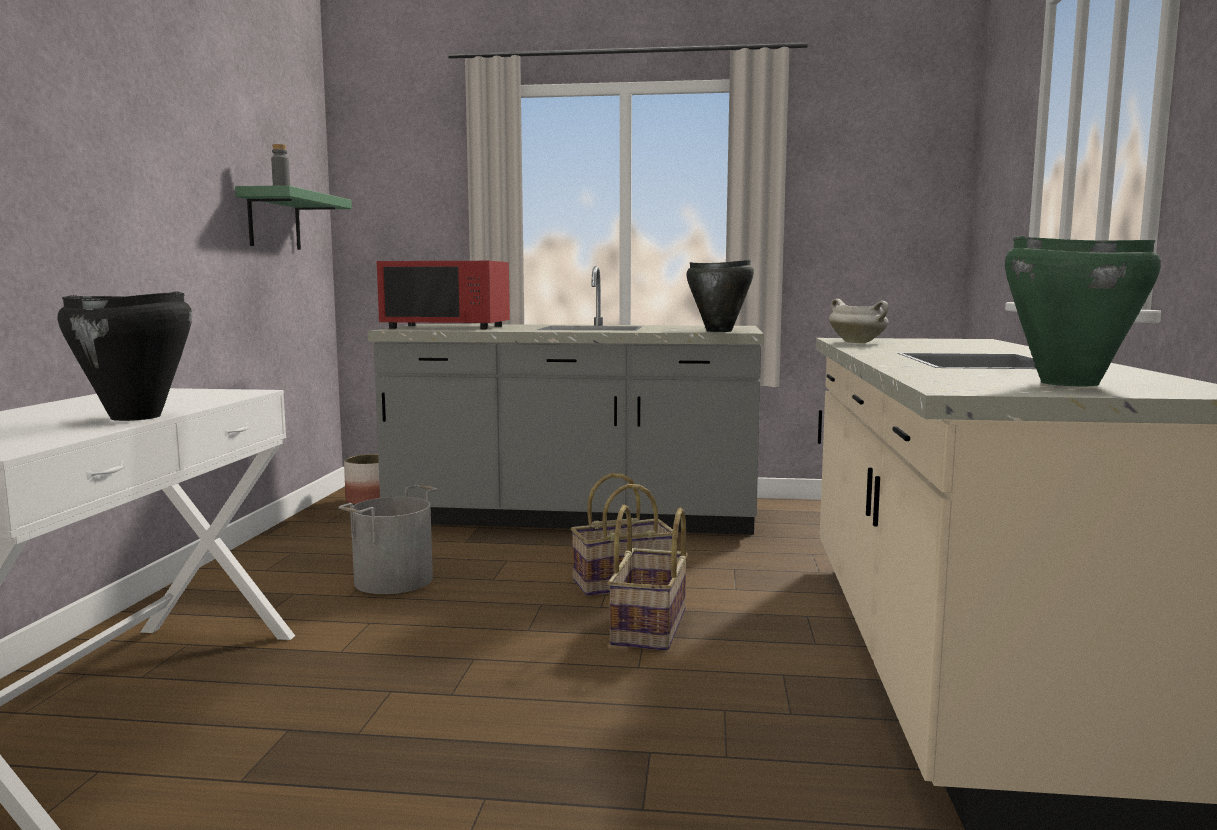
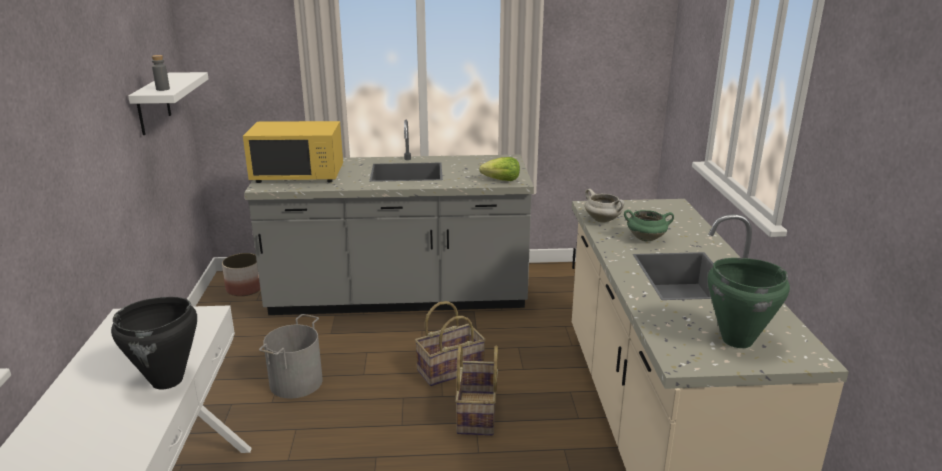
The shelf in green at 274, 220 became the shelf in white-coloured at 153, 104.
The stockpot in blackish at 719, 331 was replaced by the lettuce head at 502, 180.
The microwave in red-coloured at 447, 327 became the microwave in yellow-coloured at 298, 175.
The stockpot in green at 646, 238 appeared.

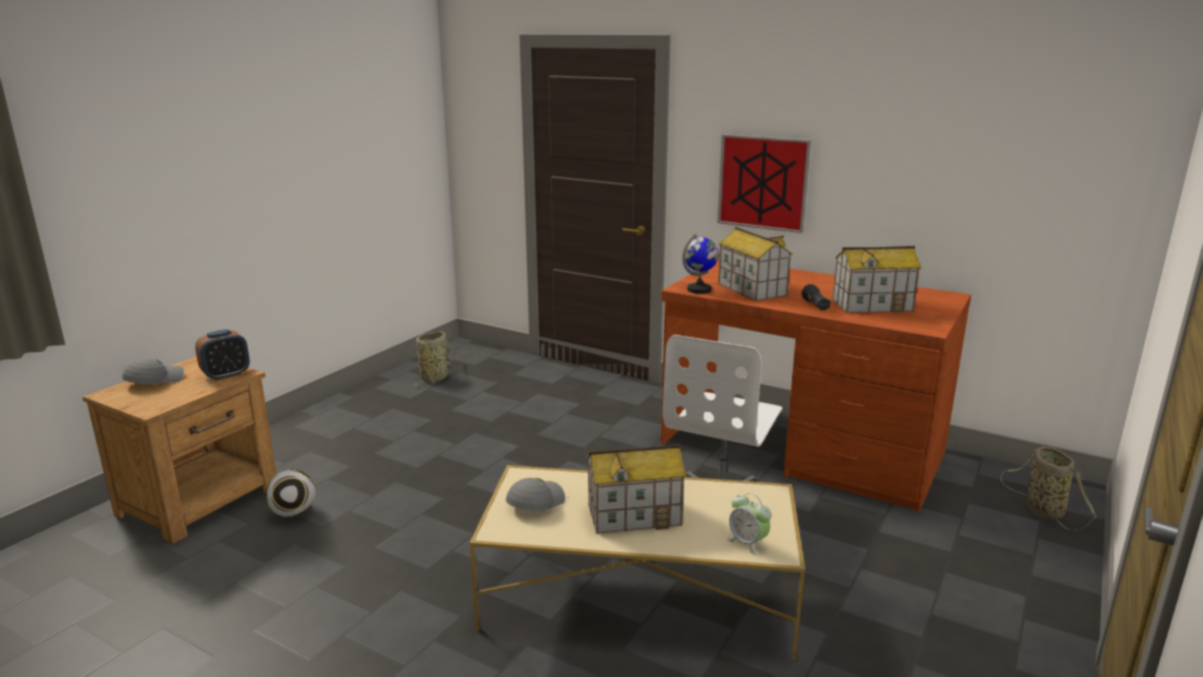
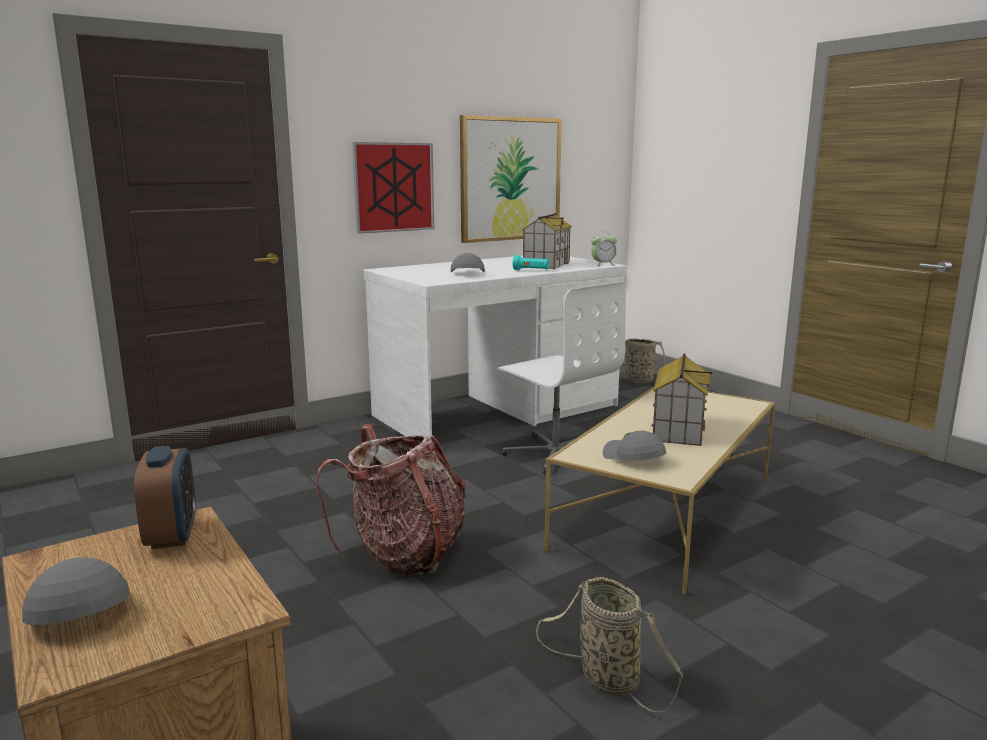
The toy house at 751, 289 was replaced by the cap in greyish at 467, 273.
The world globe at 699, 290 disappeared.
The desk unit in brown at 801, 448 became the desk unit in white-coloured at 498, 411.
The torch in blackish at 815, 306 became the torch in blue-green at 531, 270.
The household basket moved from 435, 377 to 605, 678.
The ball for football at 293, 513 disappeared.
The table clock moved from 748, 543 to 603, 265.
The wall art at 510, 179 appeared.
The rucksack at 404, 553 appeared.

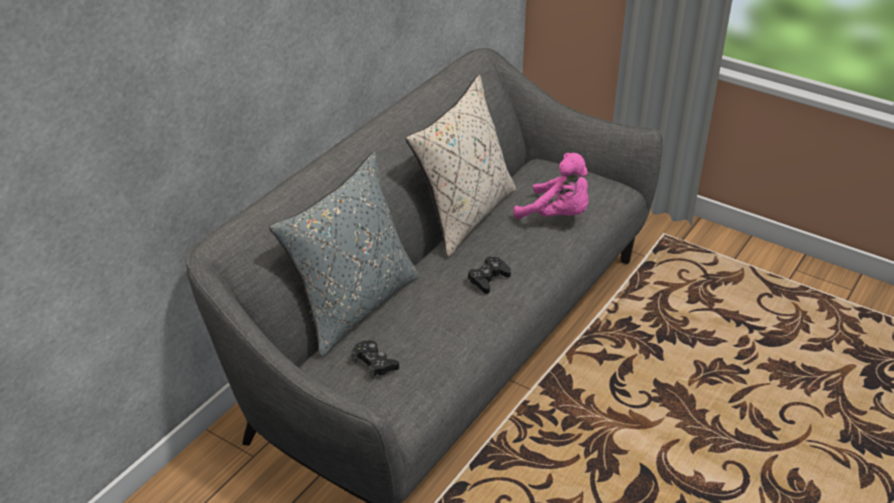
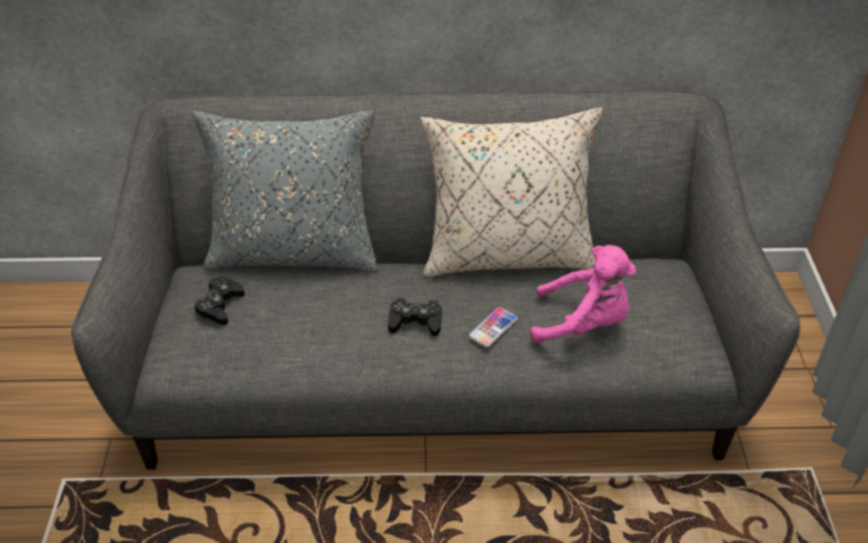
The cuddly toy in pink at 557, 216 turned 75 degrees counterclockwise.
The phone at 493, 328 appeared.

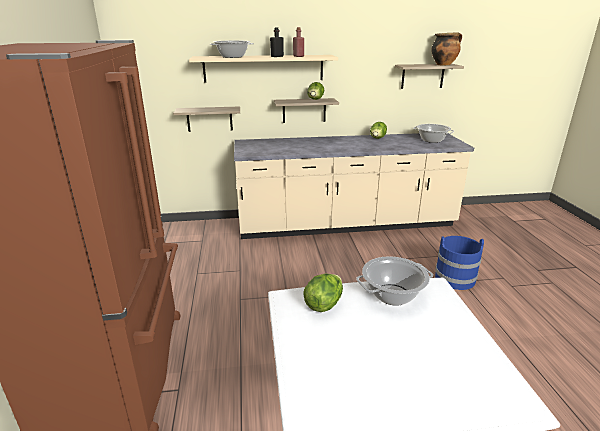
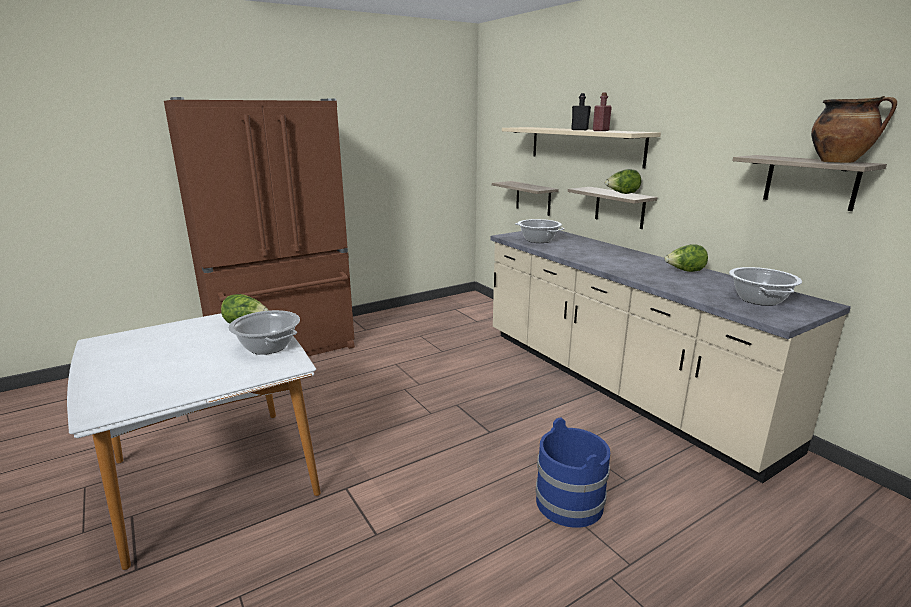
The stockpot moved from 232, 57 to 538, 240.

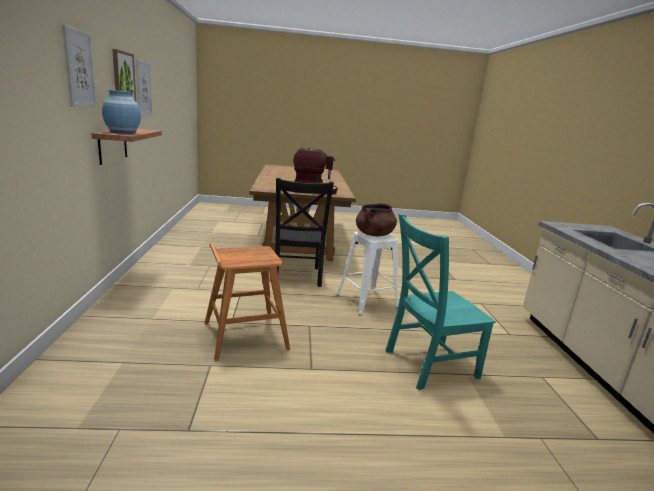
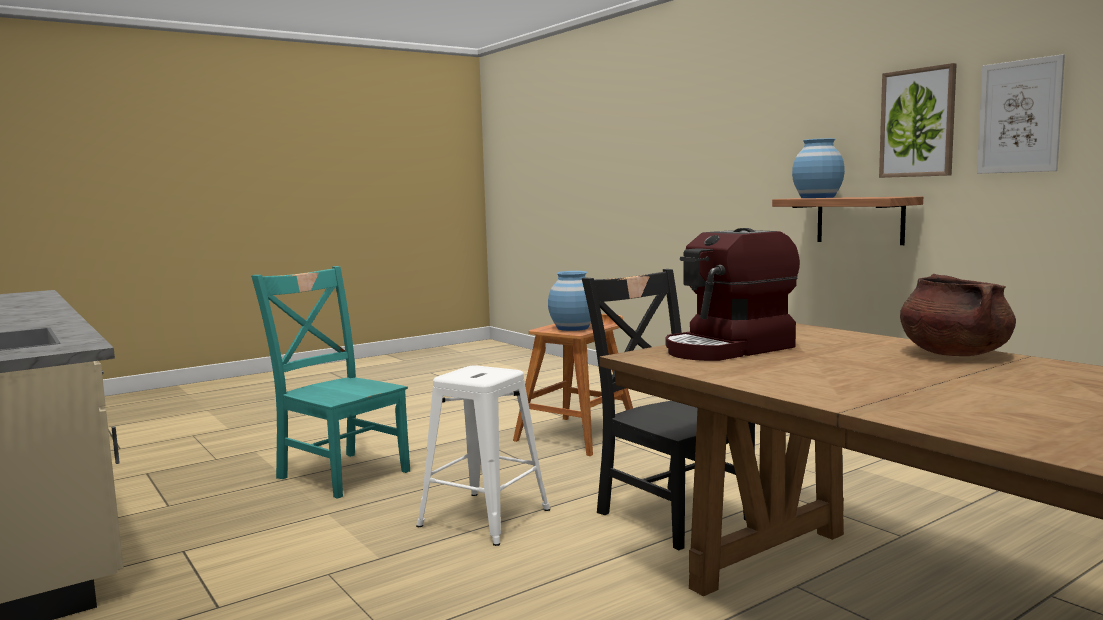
The wall art at 79, 68 disappeared.
The stockpot in brown moved from 374, 234 to 953, 354.
The chair in blue-green at 427, 364 turned 90 degrees counterclockwise.
The decorative vase in blue-coloured at 572, 328 appeared.

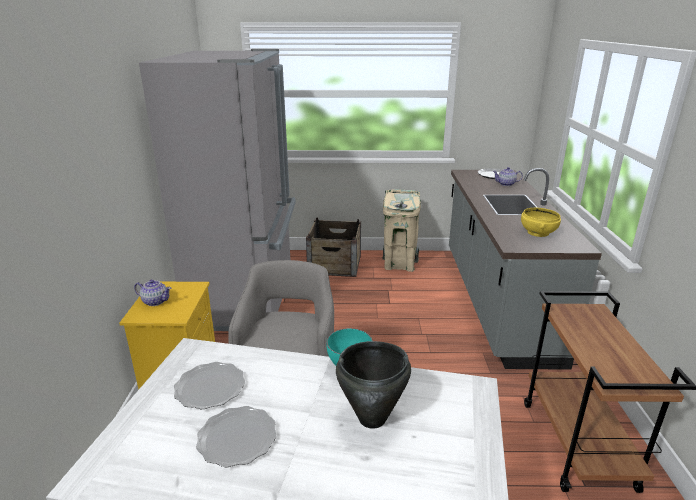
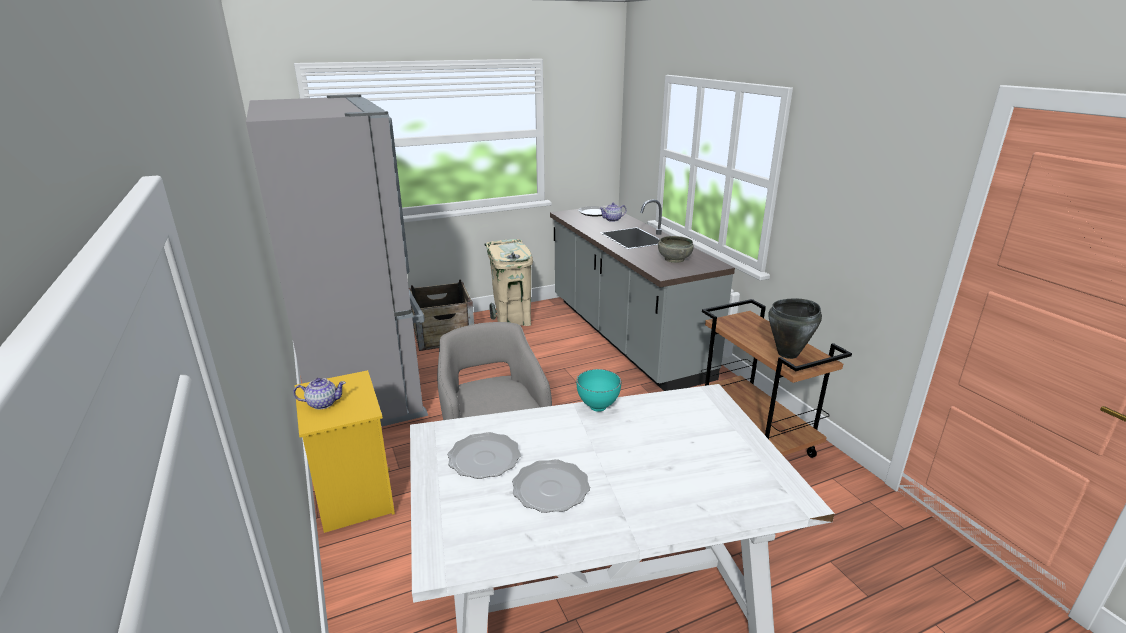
The serving bowl in yellow-coloured at 537, 232 became the serving bowl in greyish at 674, 259.
The stockpot in blackish moved from 372, 419 to 788, 354.

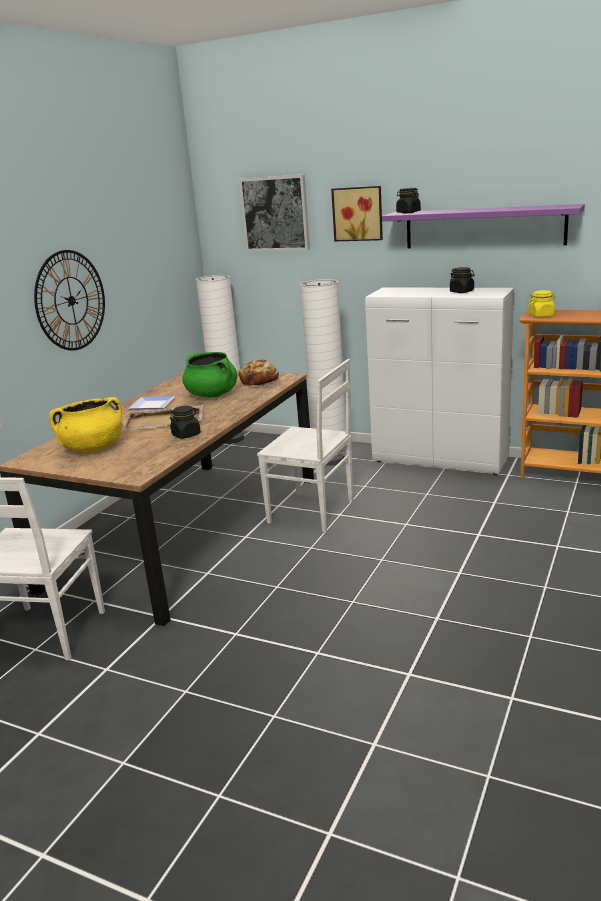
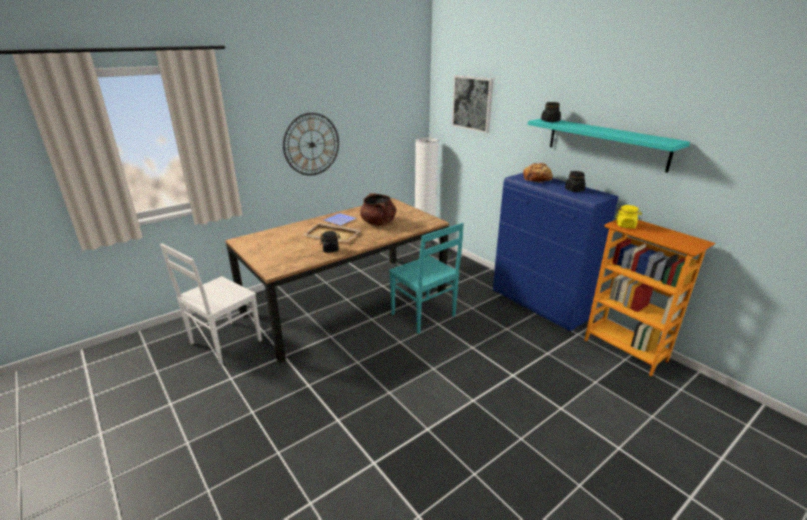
The wall art at 358, 213 disappeared.
The shelf in purple-coloured at 484, 227 became the shelf in blue-green at 606, 143.
The floor lamp in white-coloured at 330, 460 disappeared.
The storage cabinet in white-coloured at 441, 461 became the storage cabinet in blue-coloured at 539, 305.
The stockpot in green at 212, 395 became the stockpot in brown at 378, 223.
The baked bread moved from 260, 382 to 537, 179.
The chair in white-coloured at 313, 512 became the chair in blue-green at 424, 316.
The stockpot in yellow-coloured at 93, 448 disappeared.

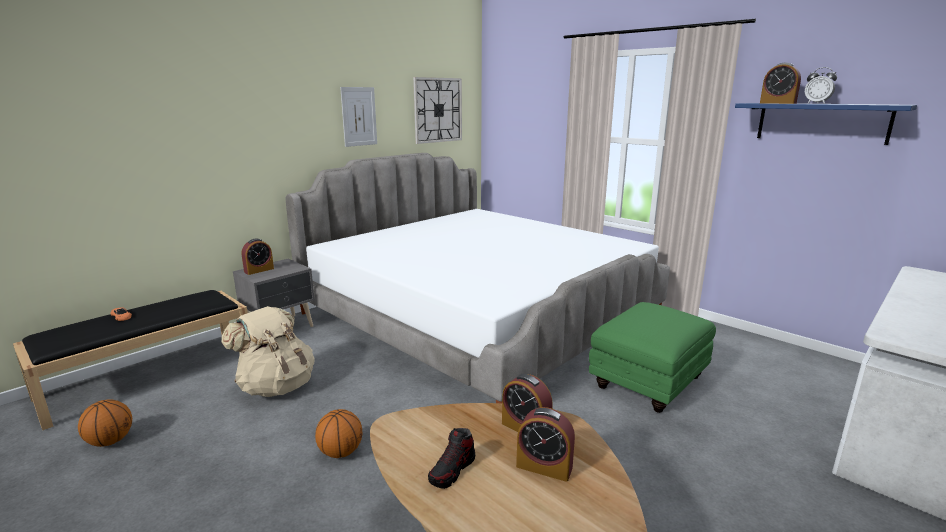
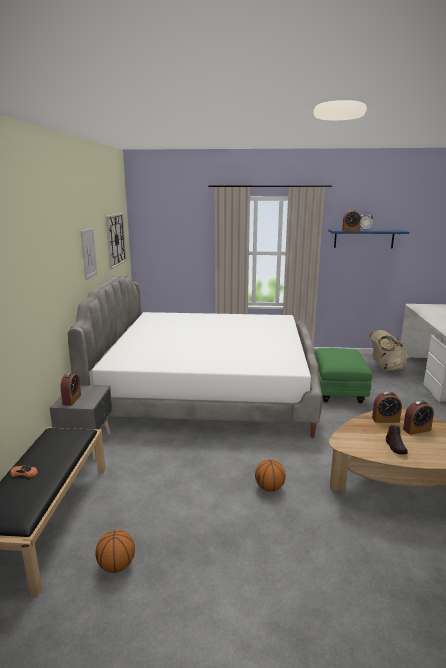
The rucksack in beige moved from 276, 386 to 385, 368.

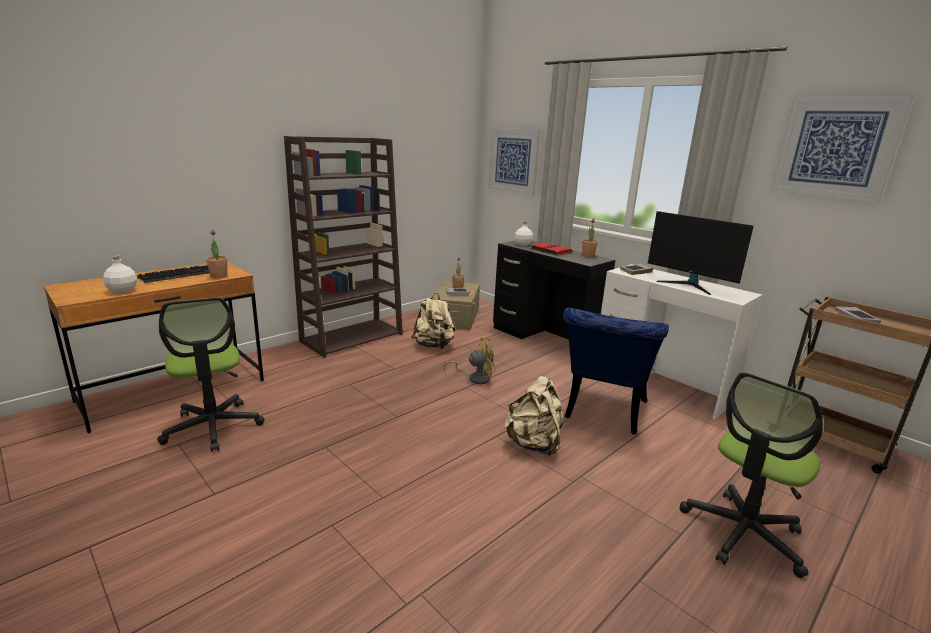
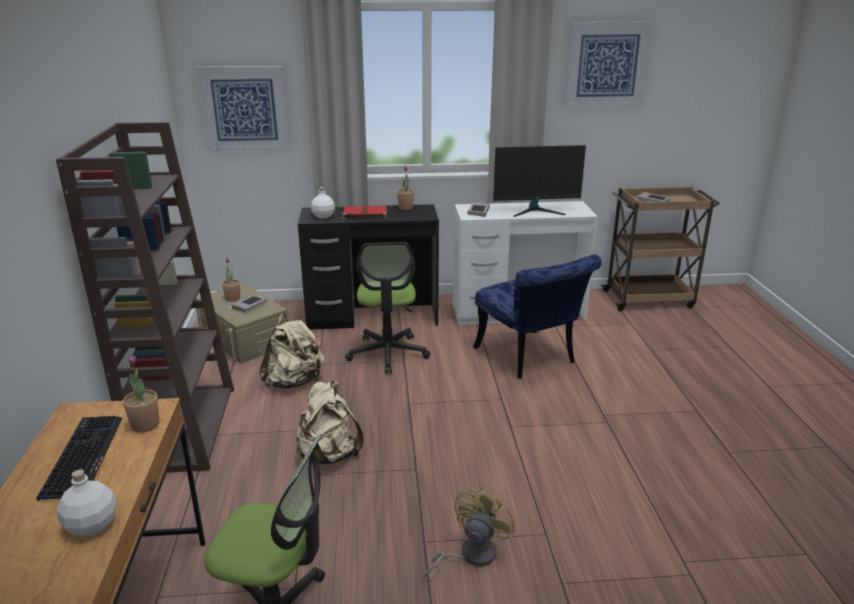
The electric fan in yellow-coloured moved from 475, 378 to 470, 555.
The computer chair moved from 743, 533 to 388, 353.
The rucksack in beige moved from 533, 444 to 328, 455.

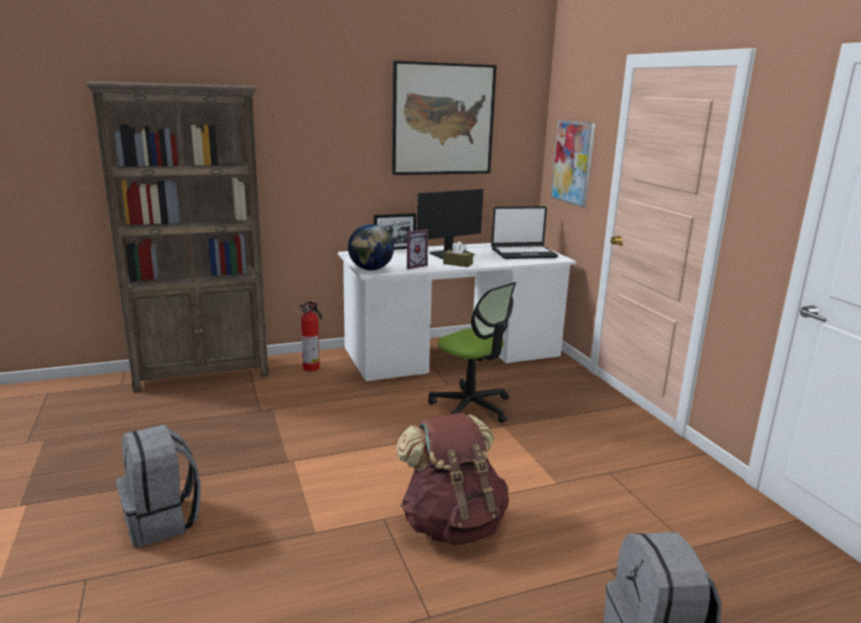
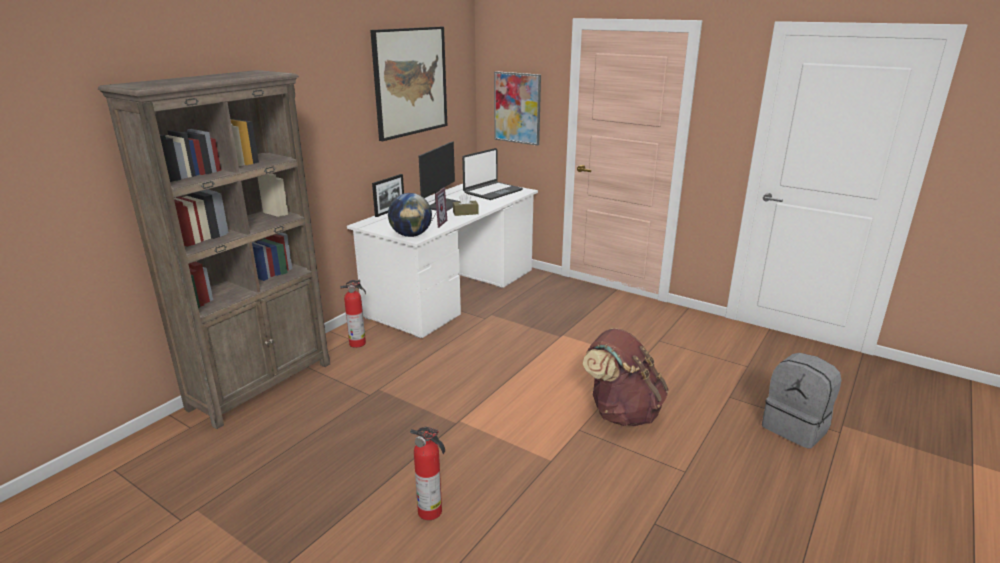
The computer chair at 471, 407 disappeared.
The rucksack in greyish at 163, 521 was replaced by the fire extinguisher at 431, 511.

